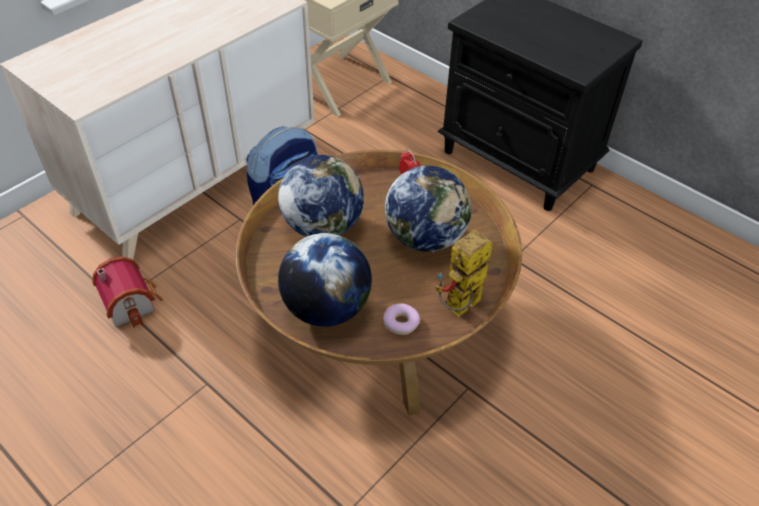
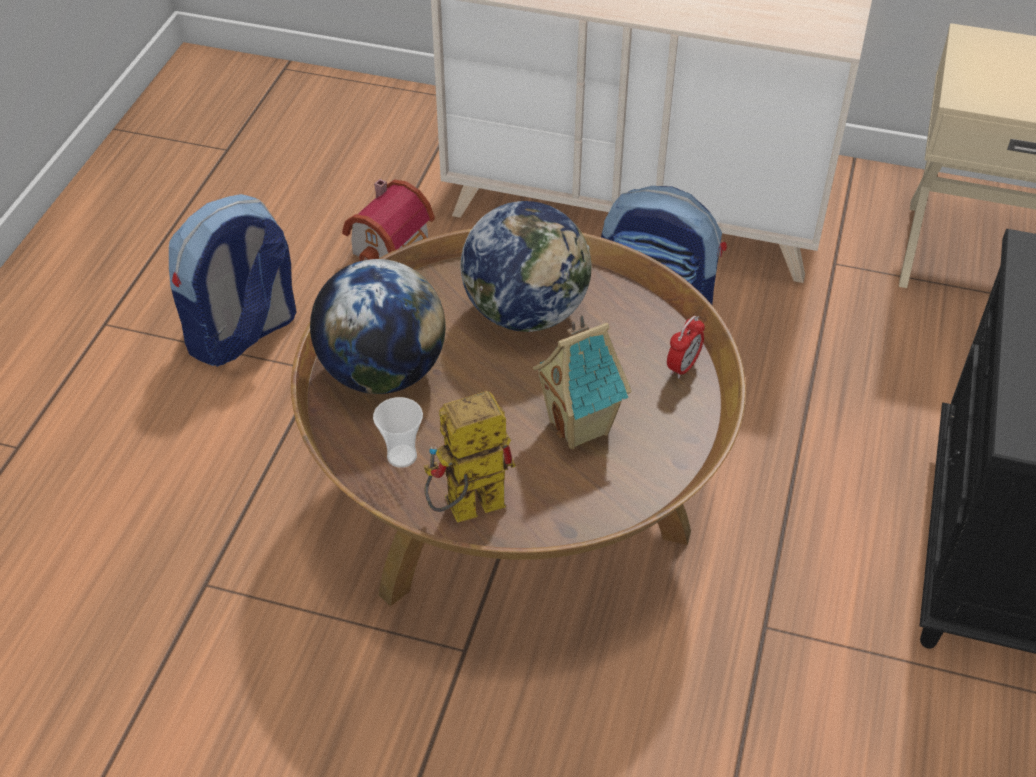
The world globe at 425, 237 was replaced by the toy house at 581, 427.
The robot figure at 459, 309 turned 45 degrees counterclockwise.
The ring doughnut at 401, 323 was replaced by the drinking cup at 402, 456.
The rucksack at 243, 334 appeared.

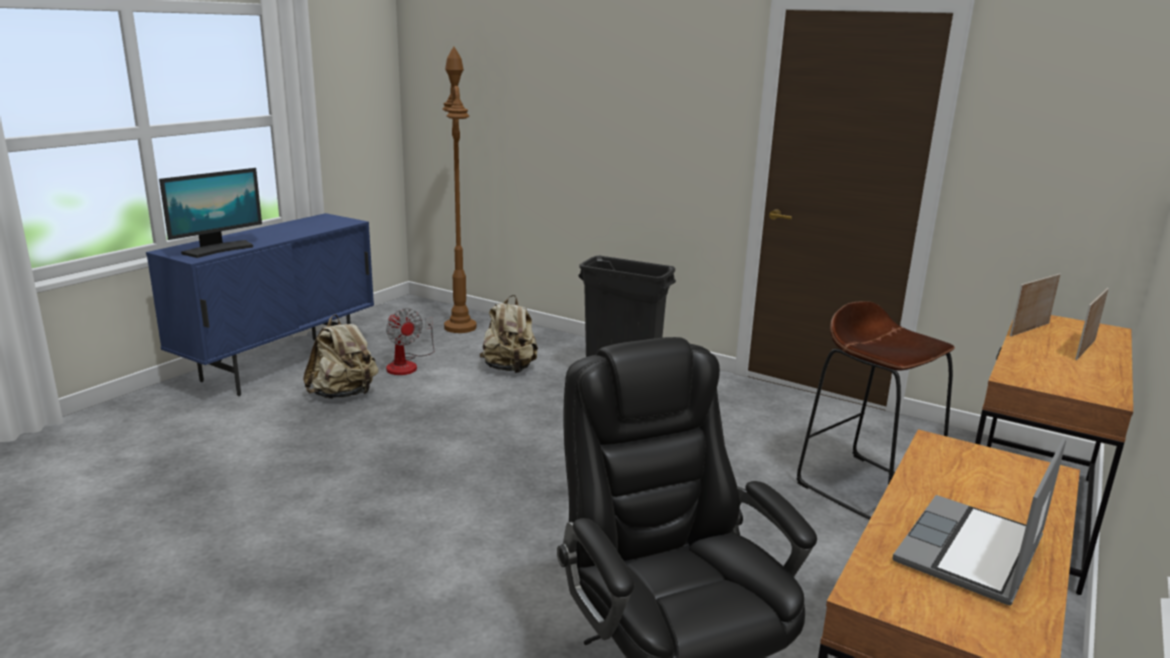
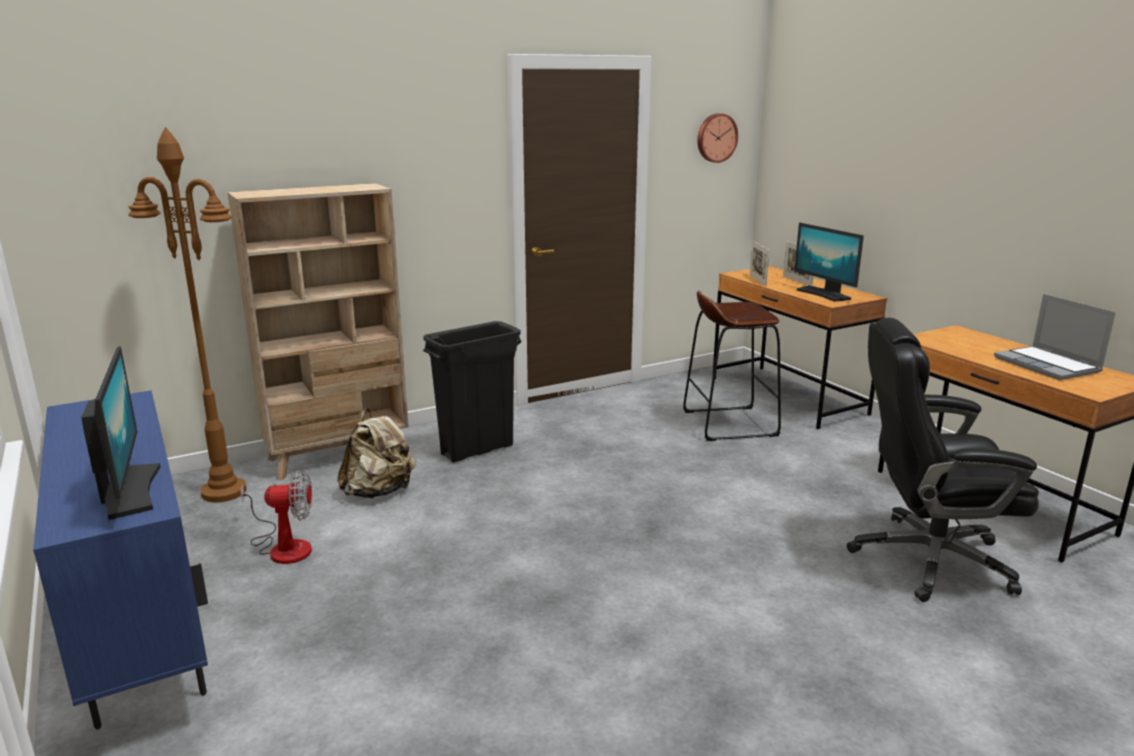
The rucksack in beige at 343, 394 disappeared.
The clock on the wall at 716, 138 appeared.
The bookshelf in beige at 339, 455 appeared.
The monitor at 824, 294 appeared.

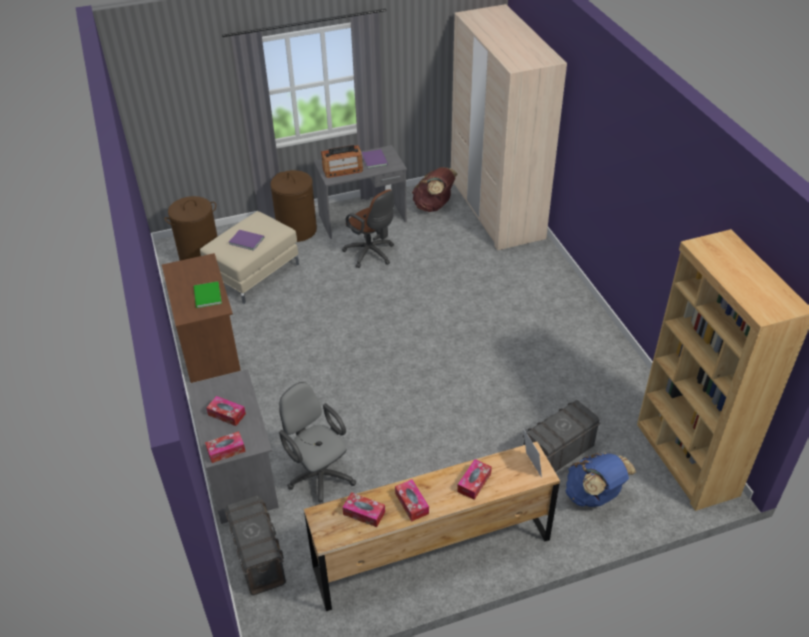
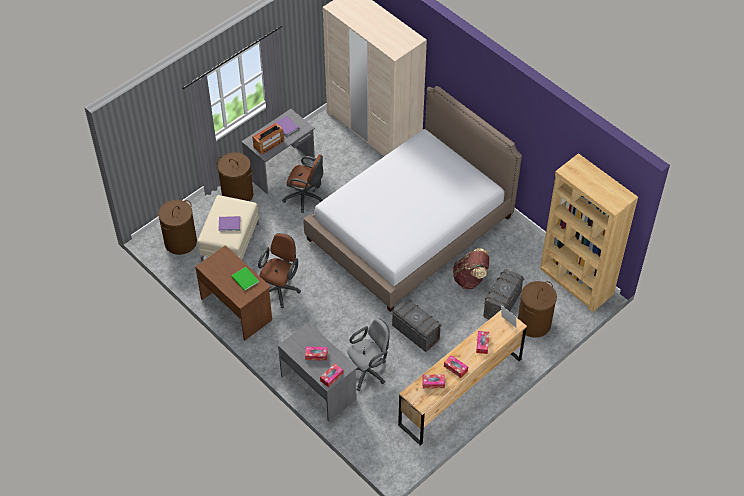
The rucksack in brown moved from 434, 206 to 470, 279.
The computer chair in greyish at 319, 475 turned 120 degrees clockwise.
The rucksack in blue-coloured at 594, 496 was replaced by the washing basket in brown at 534, 324.
The storage bin in greyish moved from 258, 558 to 415, 333.
The sleeping bed at 410, 228 appeared.
The computer chair in brown at 280, 288 appeared.

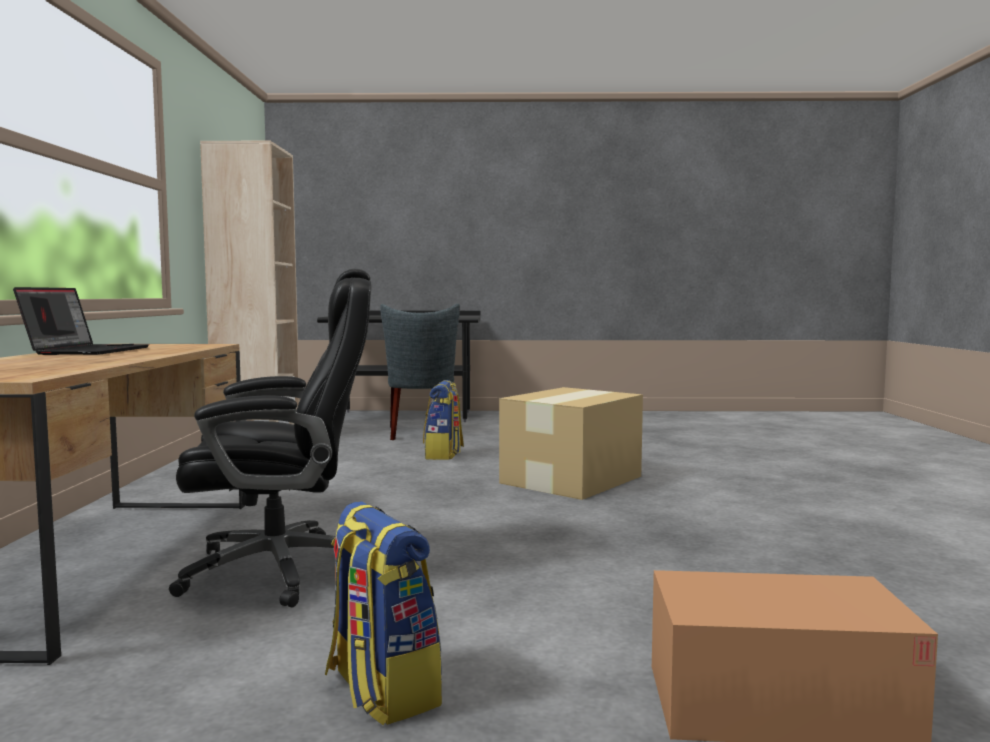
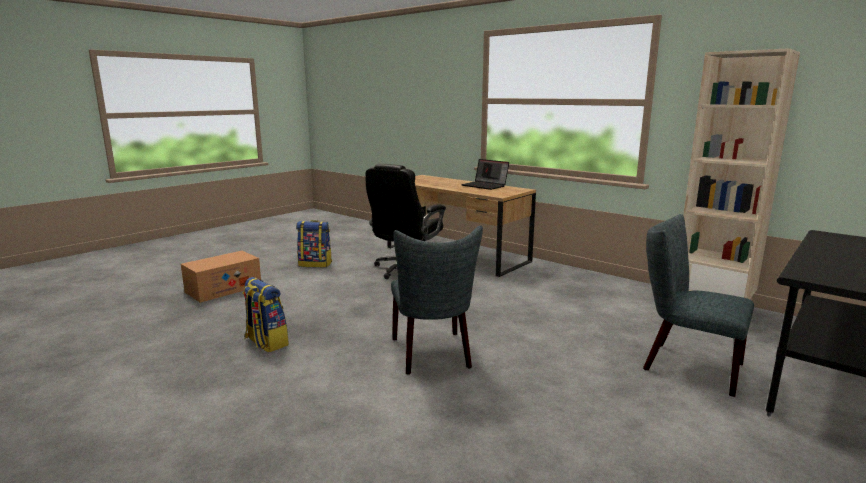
The rucksack moved from 443, 455 to 266, 342.
The cardboard box at 573, 479 was replaced by the chair in greyish at 433, 355.

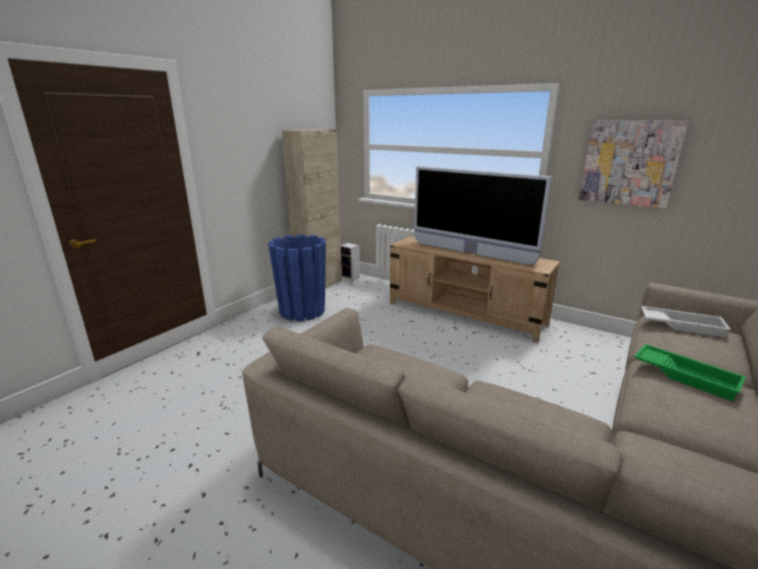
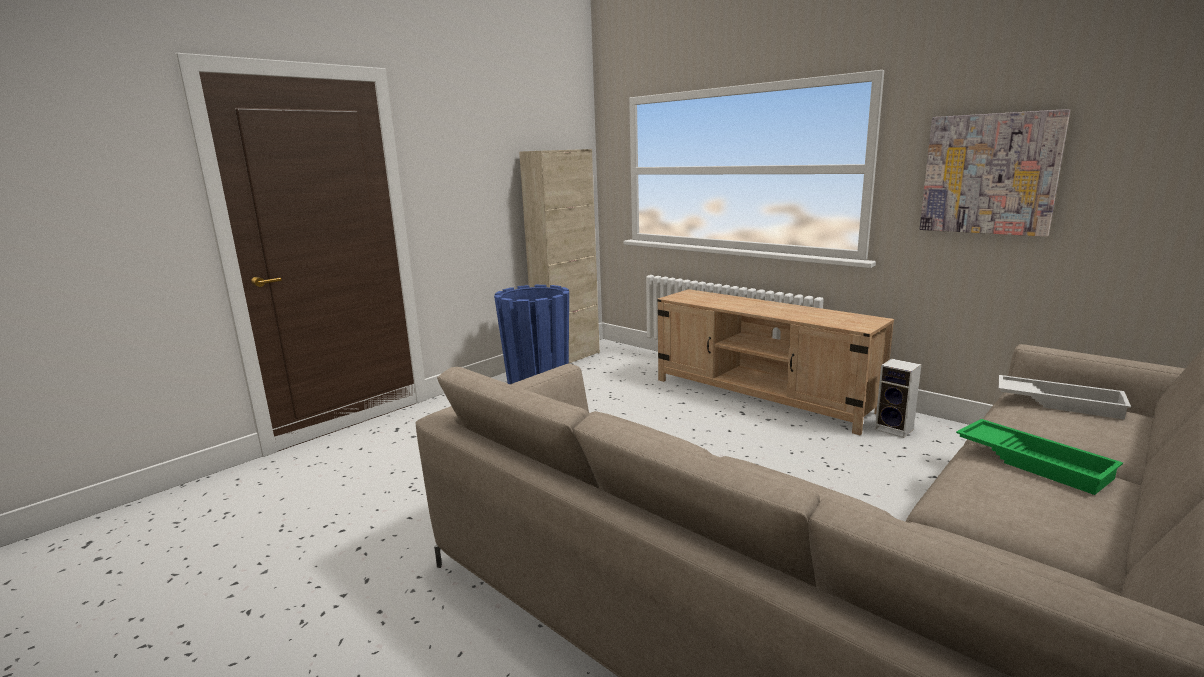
The TV set at 471, 253 disappeared.
The speaker moved from 351, 278 to 895, 429.

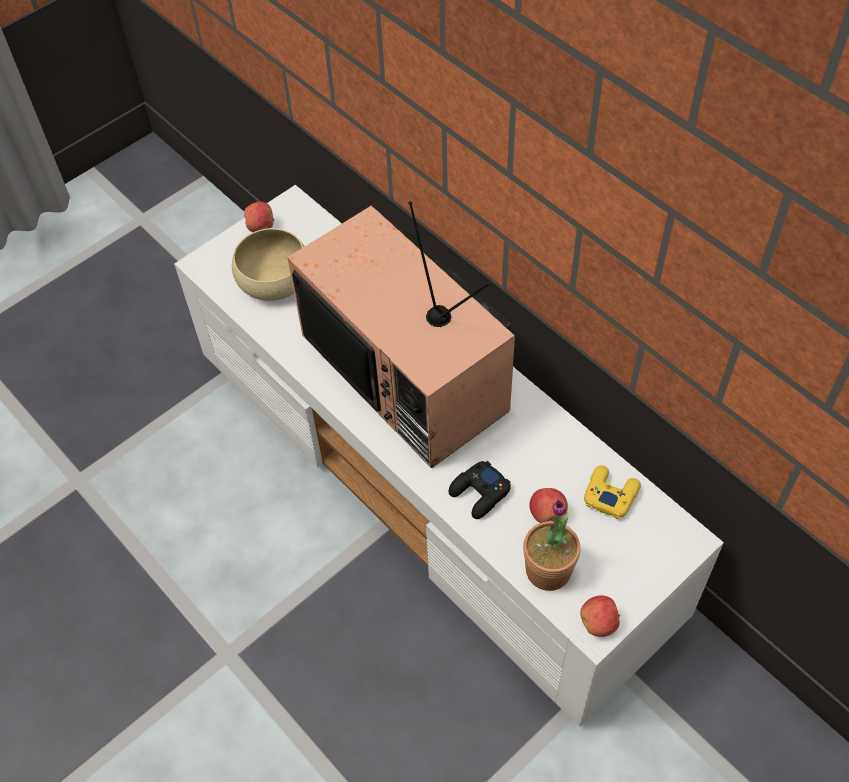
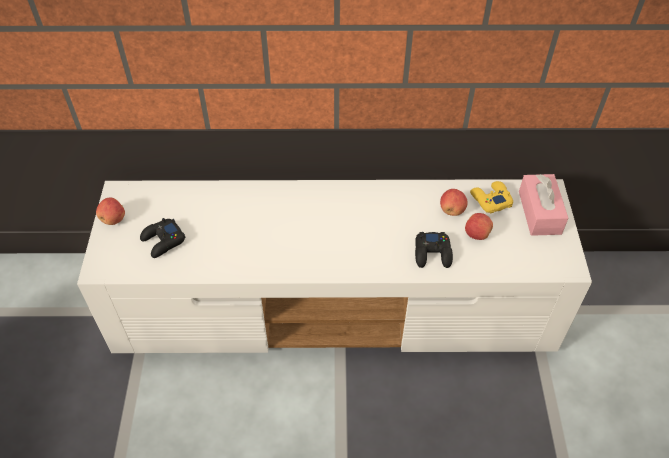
The TV set at 409, 372 disappeared.
The serving bowl in beige at 274, 280 was replaced by the gamepad in blackish at 163, 241.
The plant in a pot at 548, 570 disappeared.
The whole apple moved from 599, 623 to 452, 210.
The box of tissues in pink at 539, 212 appeared.

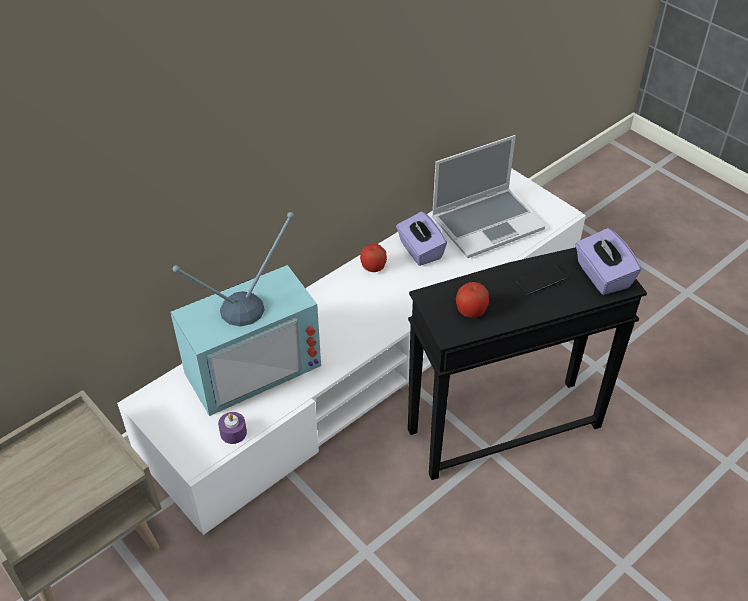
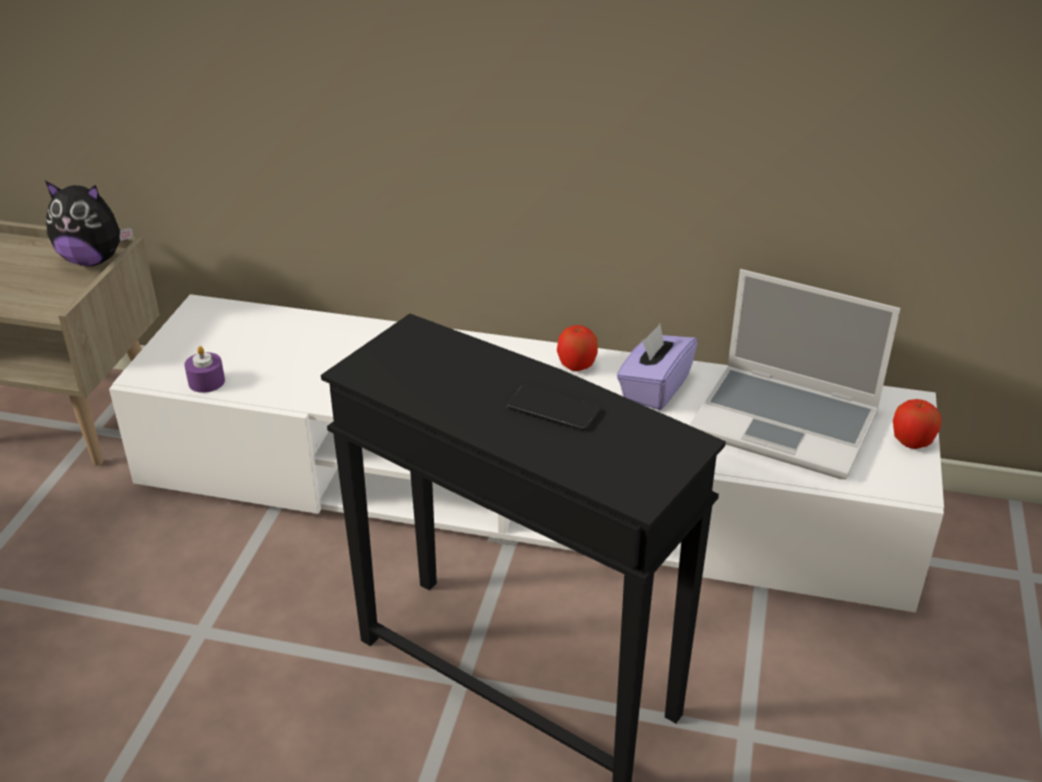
The TV set at 252, 364 disappeared.
The box of tissues in purple-coloured at 602, 276 disappeared.
The whole apple moved from 471, 311 to 911, 442.
The cuddly toy at 93, 260 appeared.

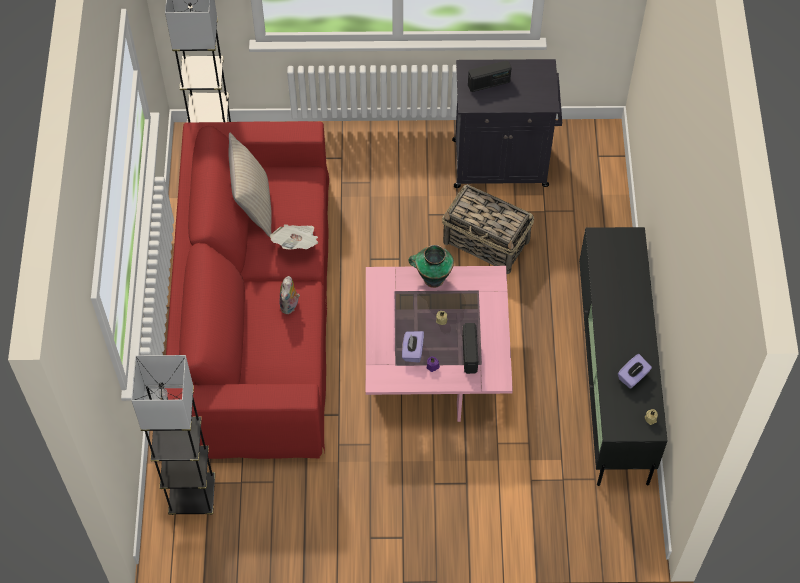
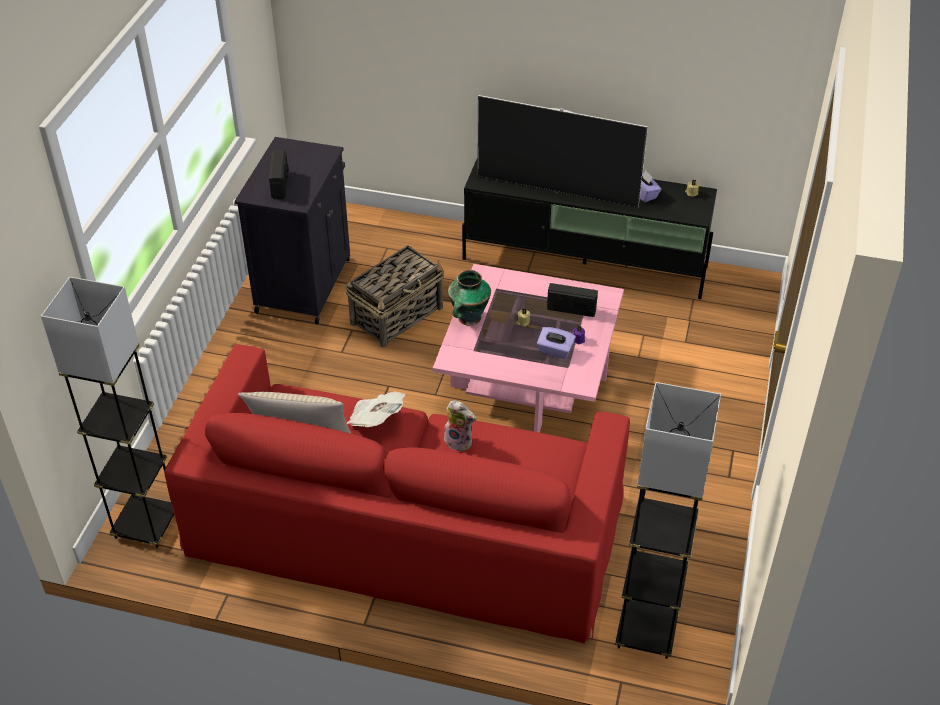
The TV set at 557, 191 appeared.

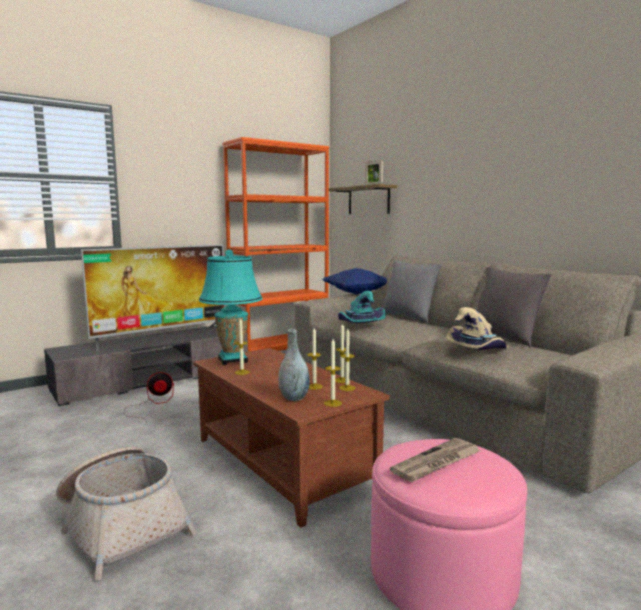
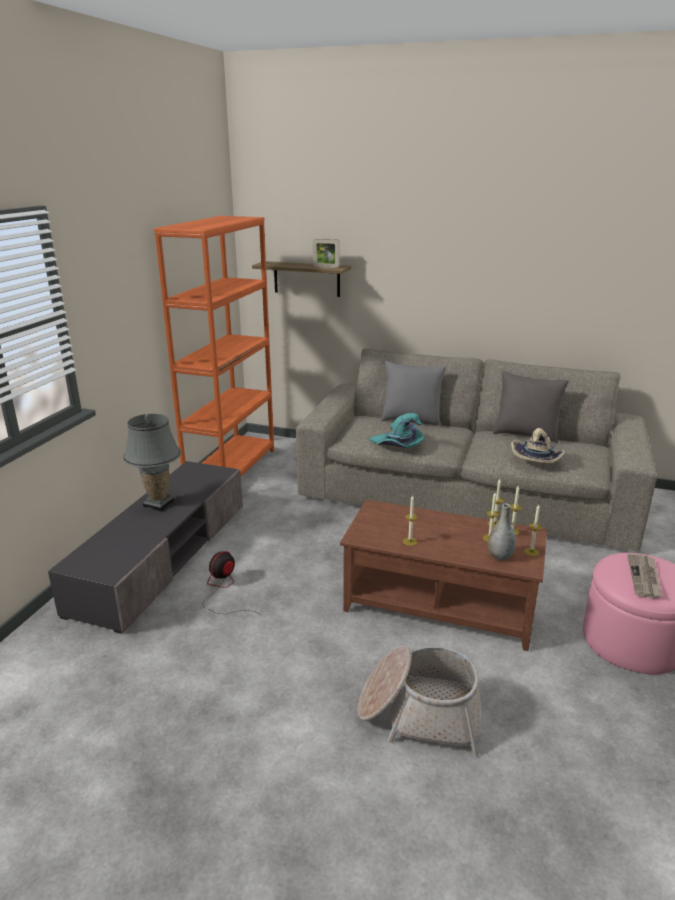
The TV set at 162, 336 was replaced by the tabletop lamp in greyish at 158, 504.
The tabletop lamp in blue-green at 232, 360 disappeared.
The throw pillow in blue-coloured at 357, 293 disappeared.

